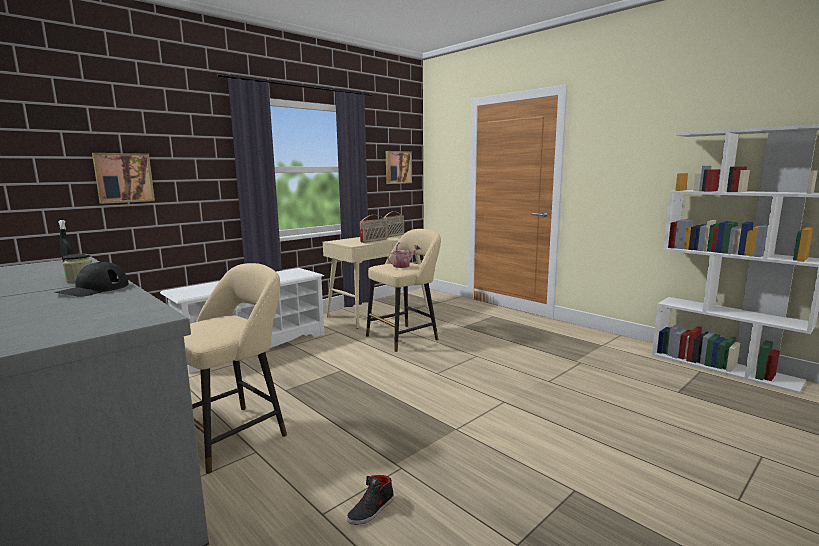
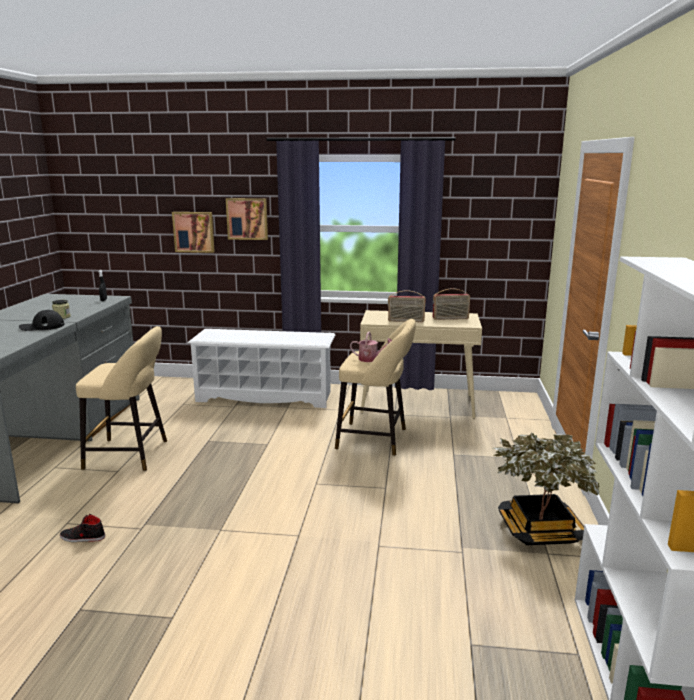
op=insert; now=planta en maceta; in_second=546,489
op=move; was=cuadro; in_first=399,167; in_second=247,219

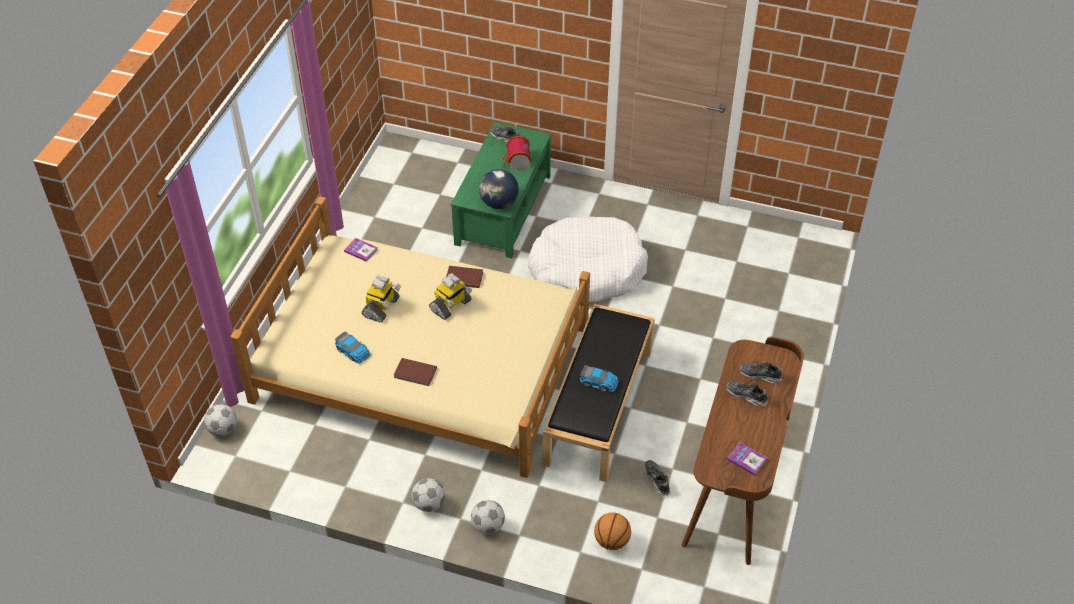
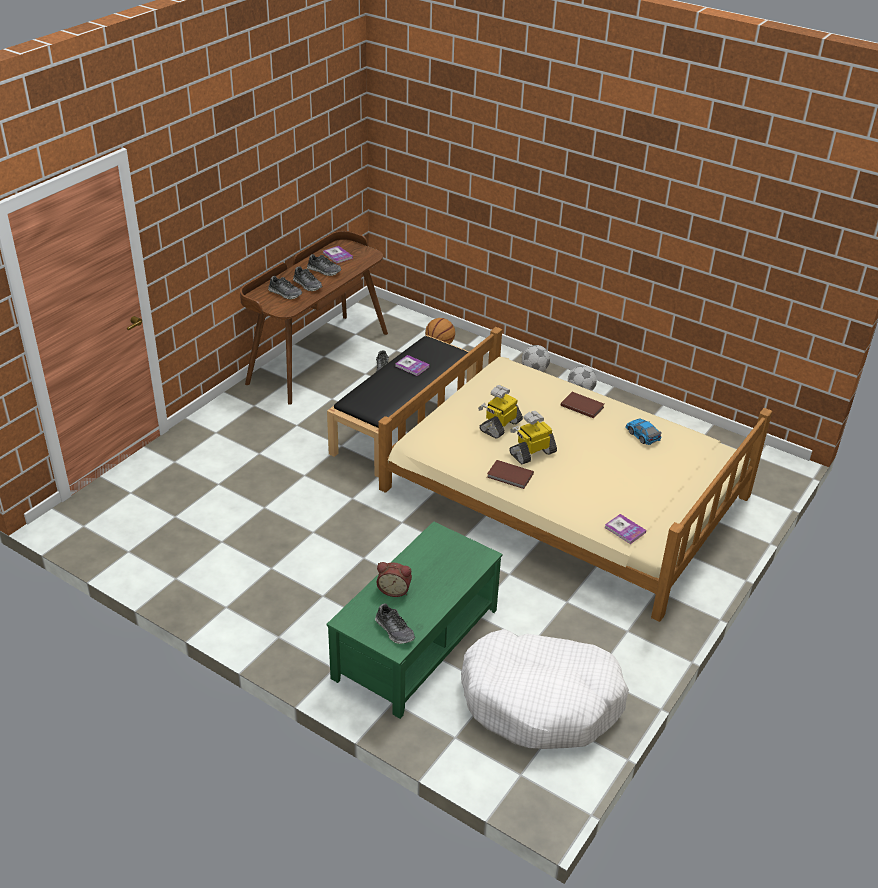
op=delete; was=balón de fútbol; in_first=220,420
op=delete; was=globo terráqueo; in_first=499,189
op=insert; now=zapato; in_second=324,265
op=move; was=robot de juguete; in_first=381,299; in_second=500,411
op=move; was=cama para perro [blanco]; in_first=588,259; in_second=545,689
op=replace; was=casita; now=despertador; in_first=517,153; in_second=394,579
op=replace; was=coche de juguete; now=libro; in_first=599,378; in_second=412,365

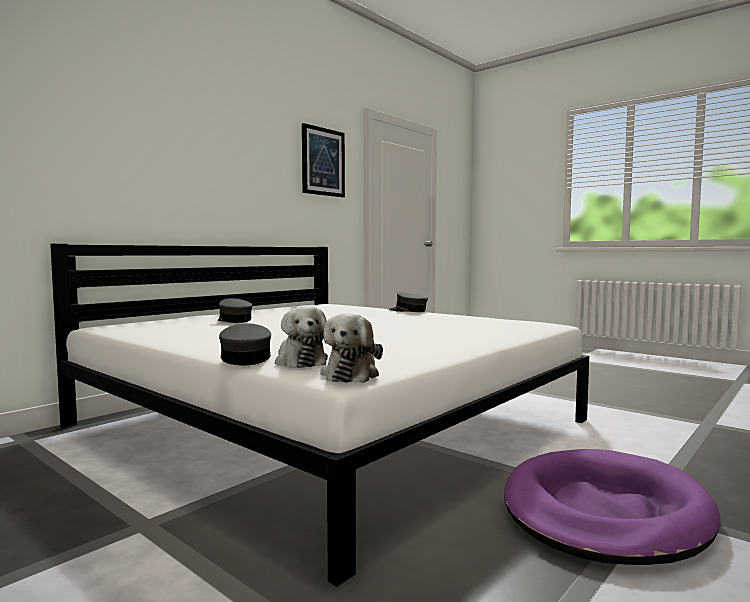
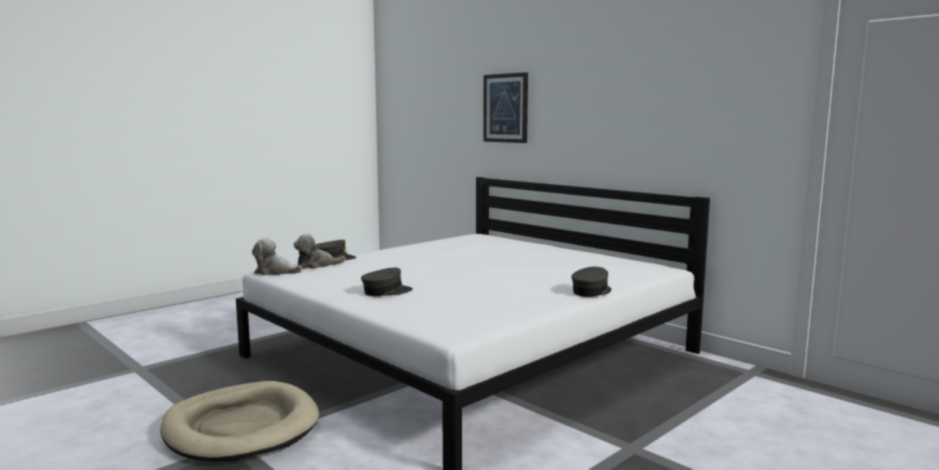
op=move; was=gorra [gris]; in_first=235,310; in_second=387,282
op=move; was=cuadro; in_first=323,160; in_second=505,107
op=recolor; was=cama para perro [morado]; now=cama para perro [beis]; in_first=612,507; in_second=239,421

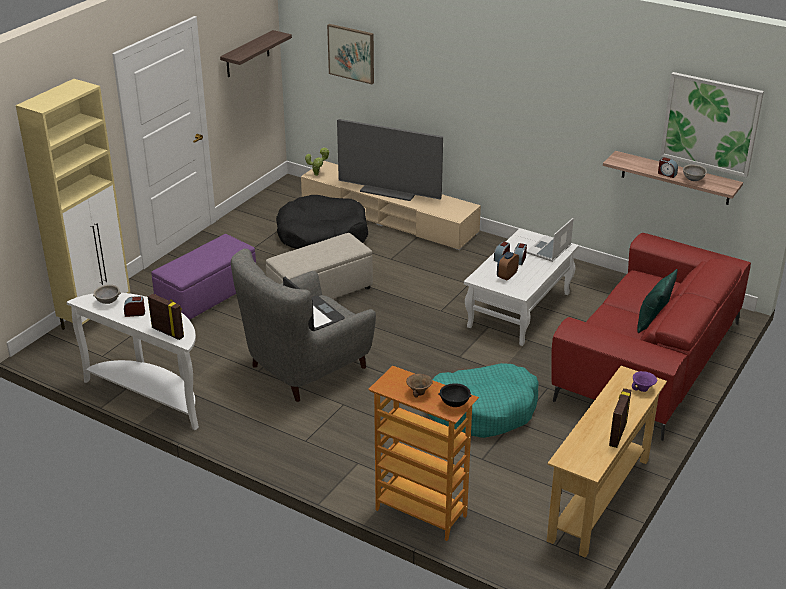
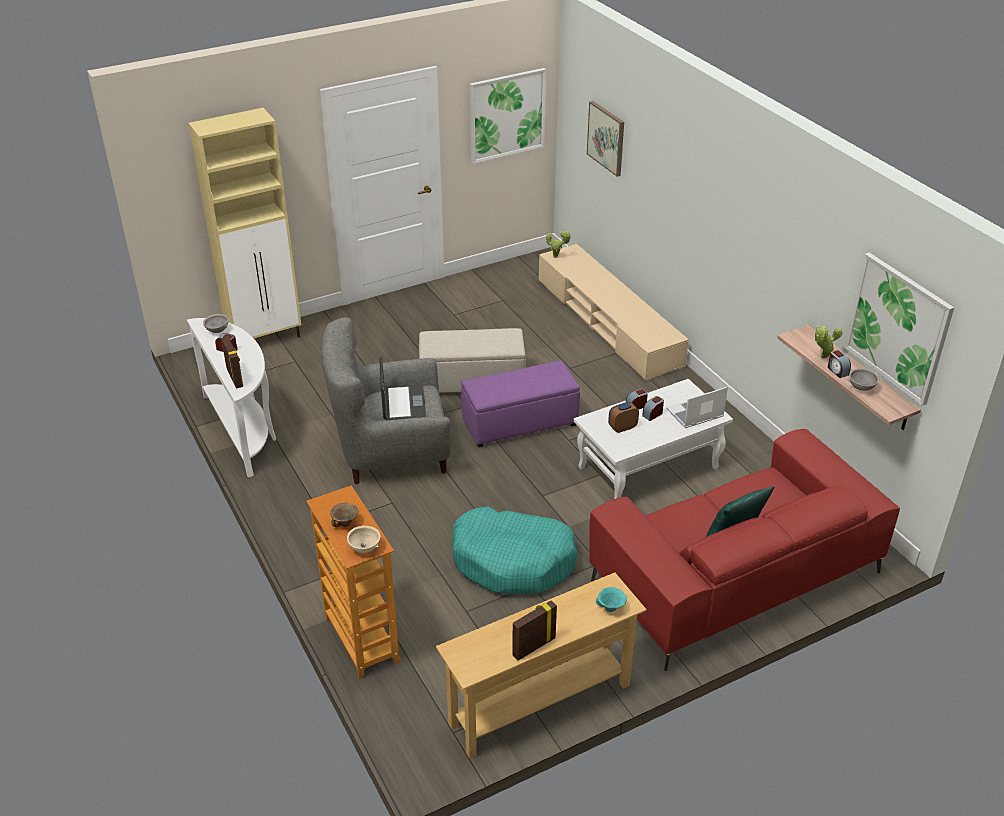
op=delete; was=cama para perro [negro]; in_first=322,222
op=delete; was=televisor; in_first=390,160
op=insert; now=planta en maceta; in_second=828,342
op=move; was=puf [morado]; in_first=203,277; in_second=520,403
op=replace; was=estante; now=cuadro; in_first=256,53; in_second=508,116
op=recolor; was=cuenco [negro]; now=cuenco [beis]; in_first=455,395; in_second=363,539
op=recolor; was=cuenco [morado]; now=cuenco [turquesa]; in_first=644,381; in_second=611,599

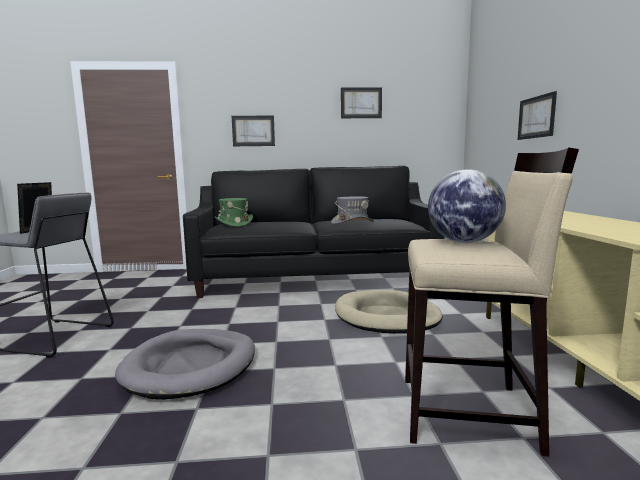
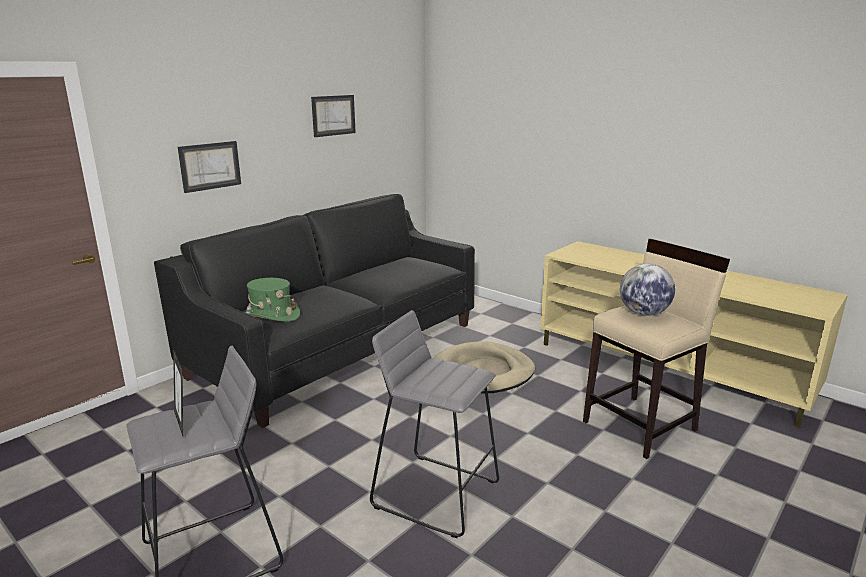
op=delete; was=sombrero [gris]; in_first=352,210
op=delete; was=cuadro; in_first=537,115
op=replace; was=cama para perro [gris]; now=taburete [gris]; in_first=185,364; in_second=434,424

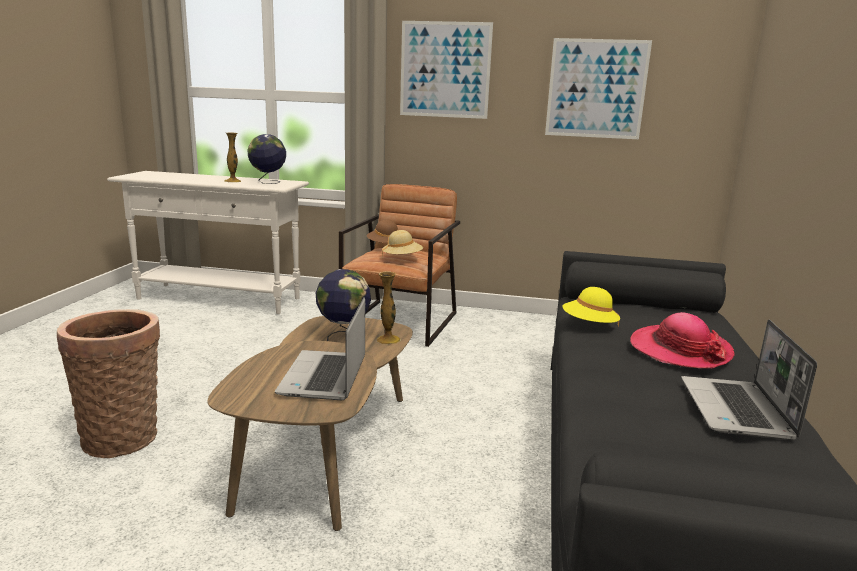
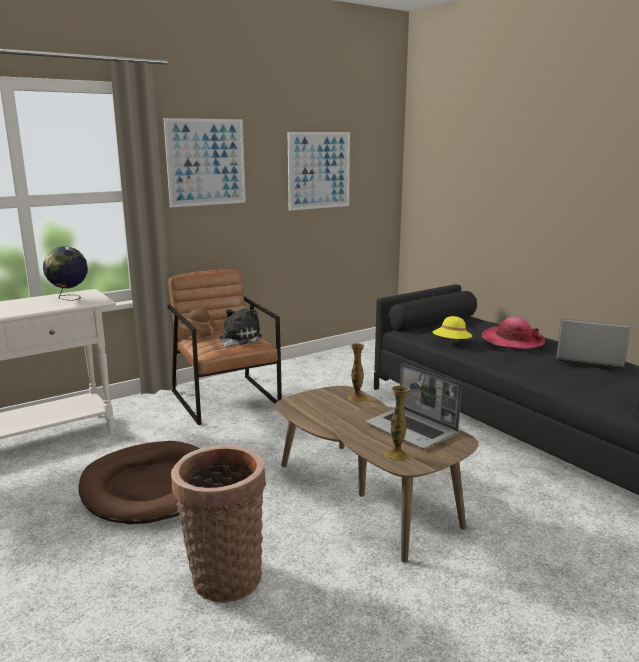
op=delete; was=globo terráqueo; in_first=343,305
op=insert; now=cama para perro [marrón]; in_second=139,482
op=move; was=florero; in_first=233,157; in_second=397,423
op=replace; was=sombrero [beis]; now=peluche; in_first=402,243; in_second=240,327
op=rotate; was=portátil; in_first=749,380; in_second=593,343; clockwise=150

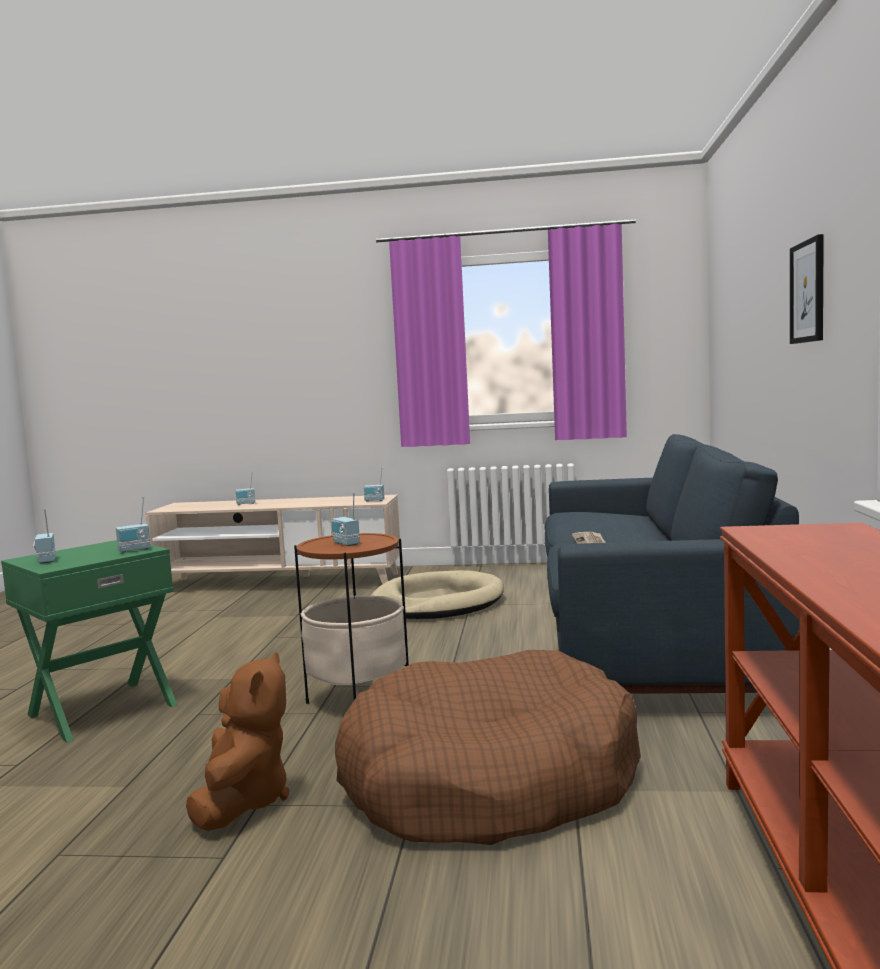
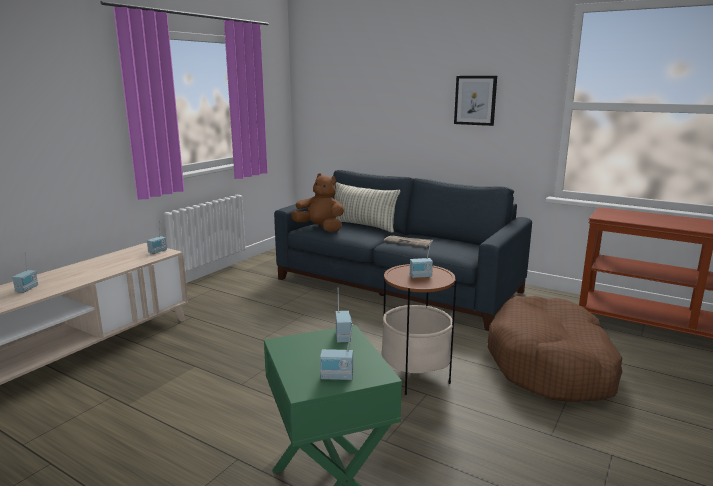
op=delete; was=cama para perro [beis]; in_first=438,594
op=insert; now=cojín; in_second=367,207
op=move; was=peluche [marrón]; in_first=237,741; in_second=317,202

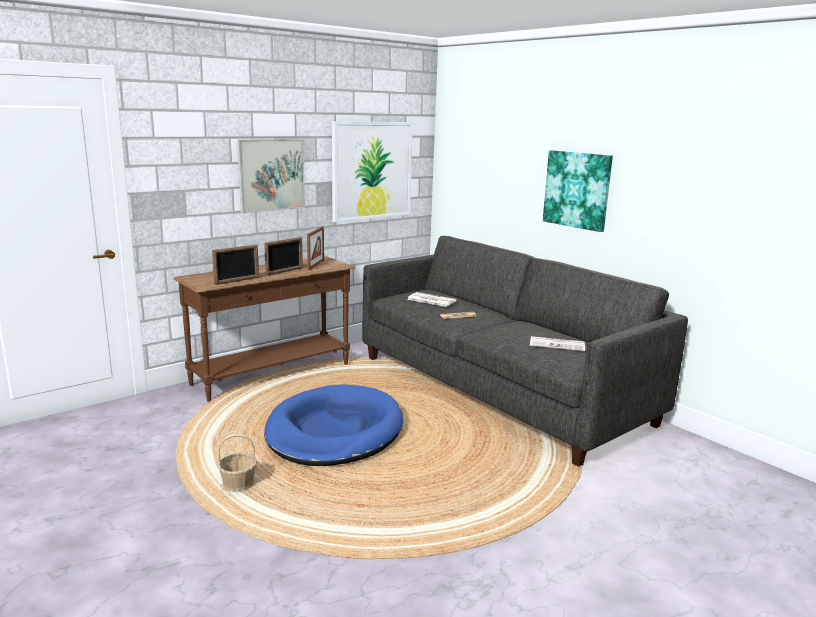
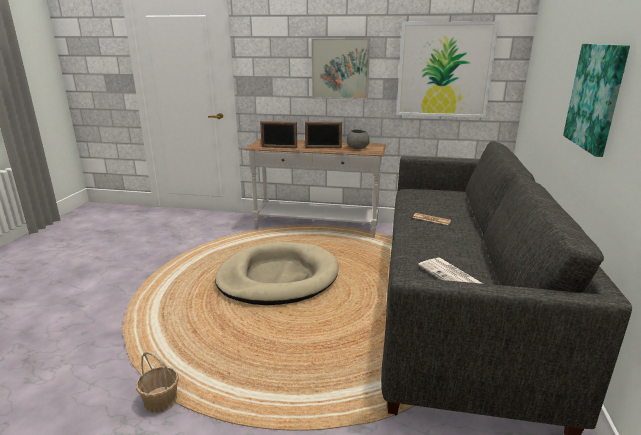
op=delete; was=periódico; in_first=431,299
op=move; was=cesta; in_first=237,463; in_second=157,382
op=replace; was=portarretratos; now=cuenco [gris]; in_first=315,248; in_second=358,139
op=recolor; was=mesa consola [marrón]; now=mesa consola [blanco]; in_first=265,329; in_second=315,188
op=recolor; was=cama para perro [azul]; now=cama para perro [beis]; in_first=333,425; in_second=277,273

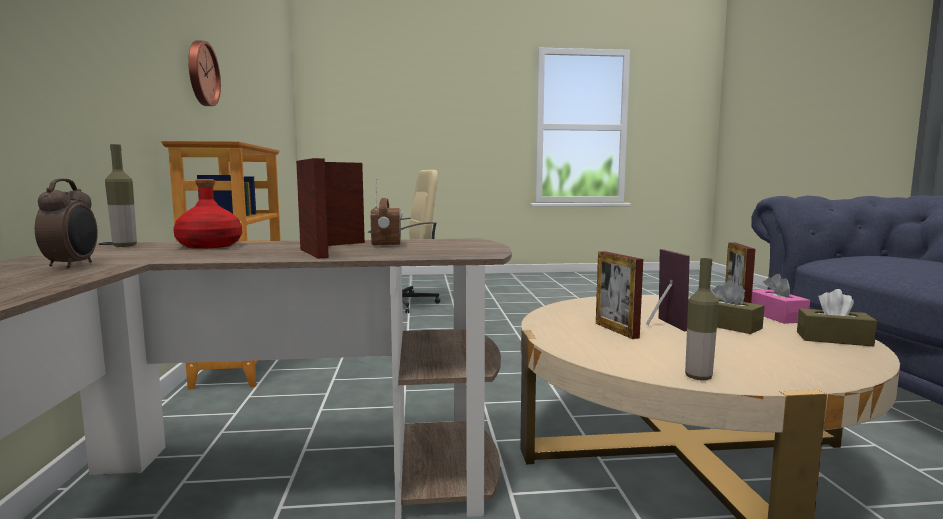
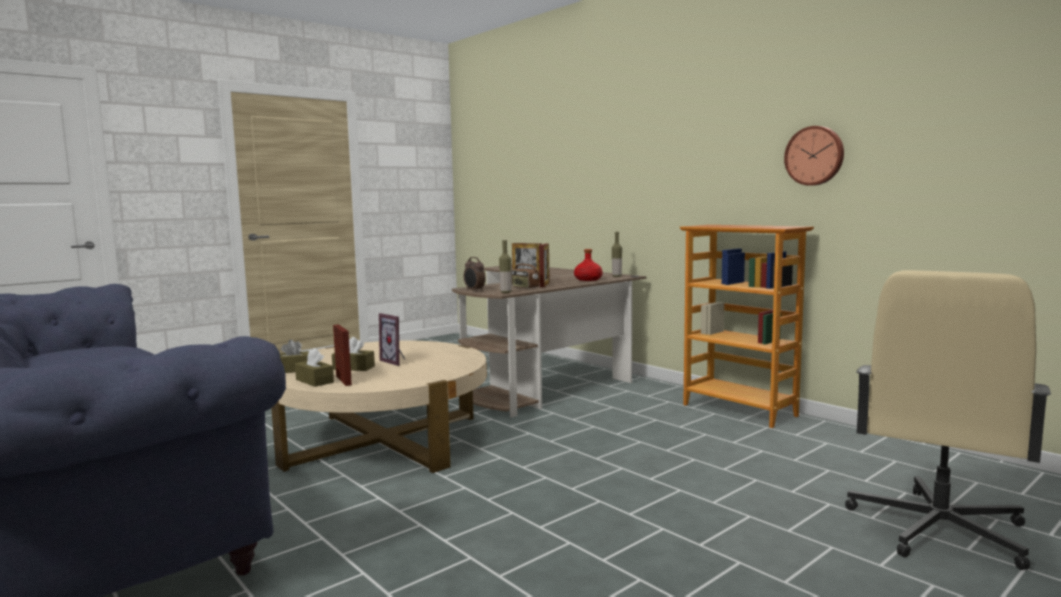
op=delete; was=portarretratos; in_first=619,295
op=move; was=despertador; in_first=66,223; in_second=475,274
op=move; was=botella; in_first=702,319; in_second=505,266
op=recolor; was=caja de pañuelos [rosa]; now=caja de pañuelos [marrón]; in_first=780,299; in_second=314,367

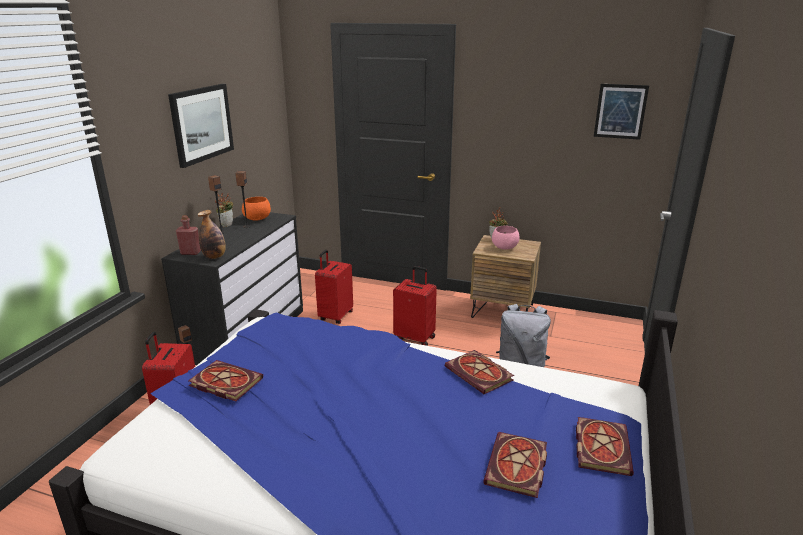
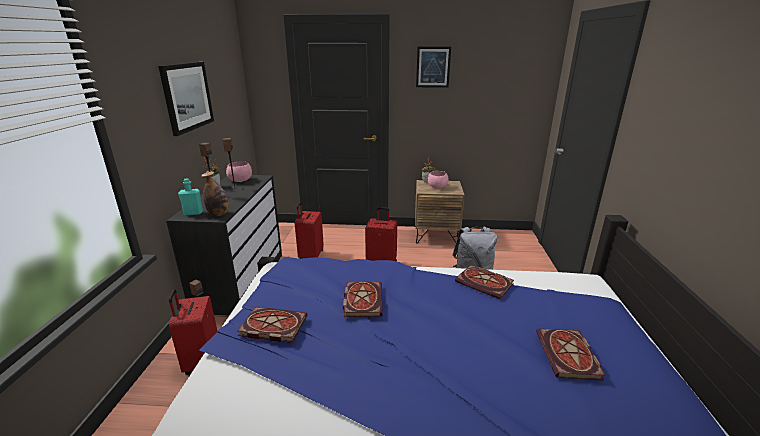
op=move; was=libro; in_first=605,446; in_second=363,299
op=move; was=cuadro; in_first=621,112; in_second=433,67
op=recolor; was=botella [rojo]; now=botella [turquesa]; in_first=188,235; in_second=190,197
op=recolor; was=cuenco [naranja]; now=cuenco [rosa]; in_first=256,209; in_second=239,171

